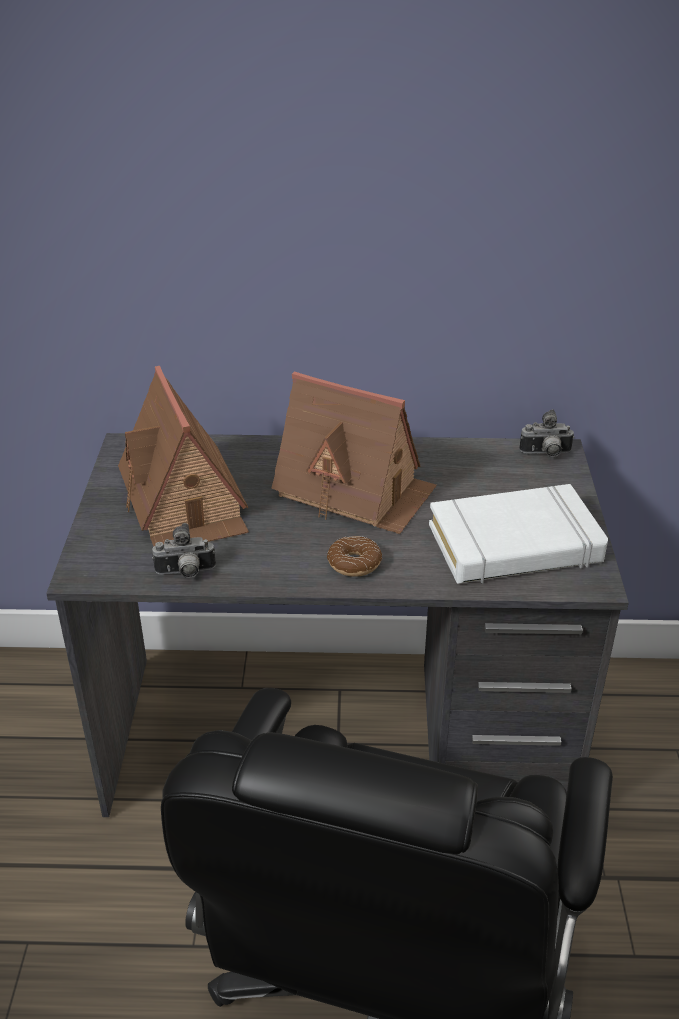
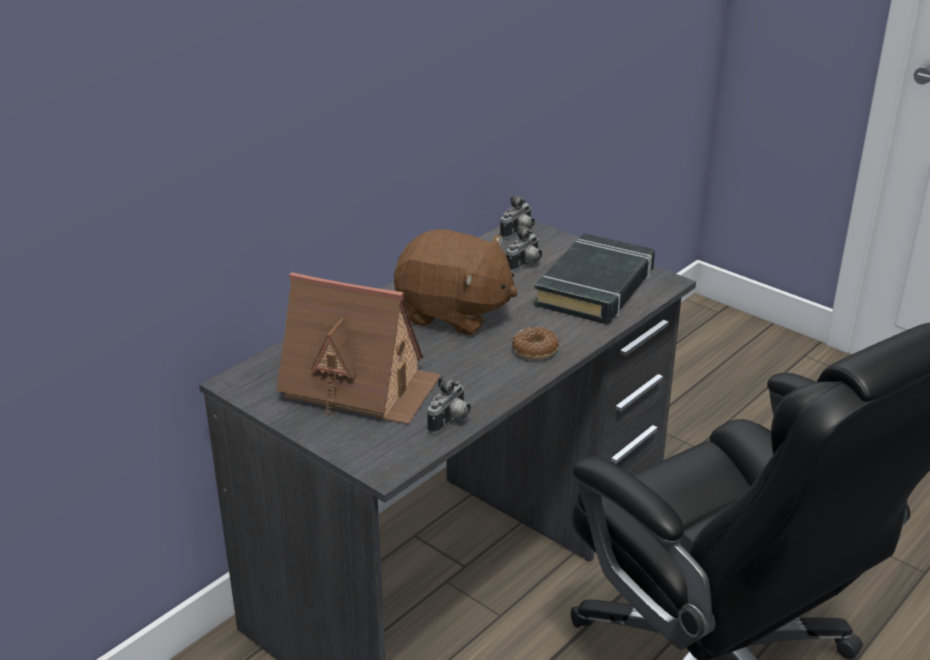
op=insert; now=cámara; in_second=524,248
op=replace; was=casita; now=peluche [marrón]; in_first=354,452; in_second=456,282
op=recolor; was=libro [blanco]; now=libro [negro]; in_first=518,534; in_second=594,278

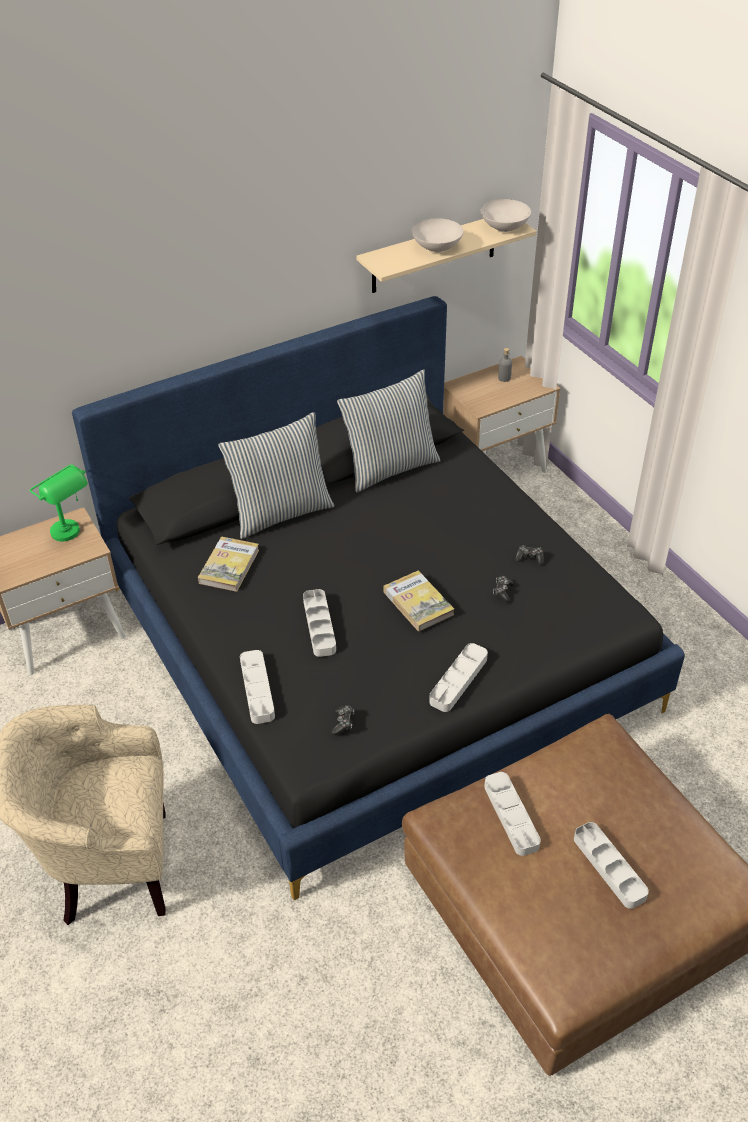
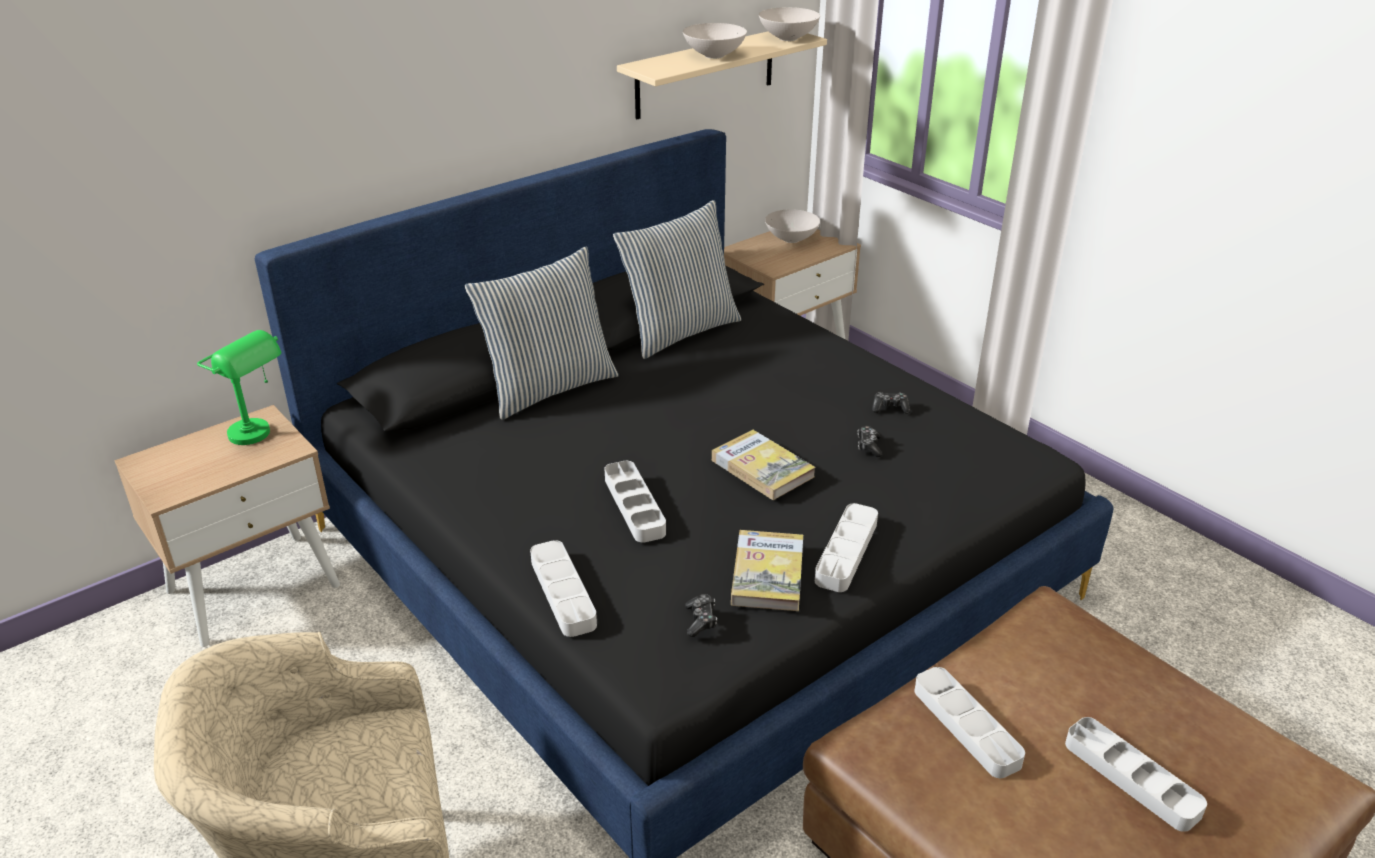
op=move; was=libro; in_first=228,564; in_second=767,570
op=replace; was=botella [gris]; now=cuenco [blanco]; in_first=505,365; in_second=792,226

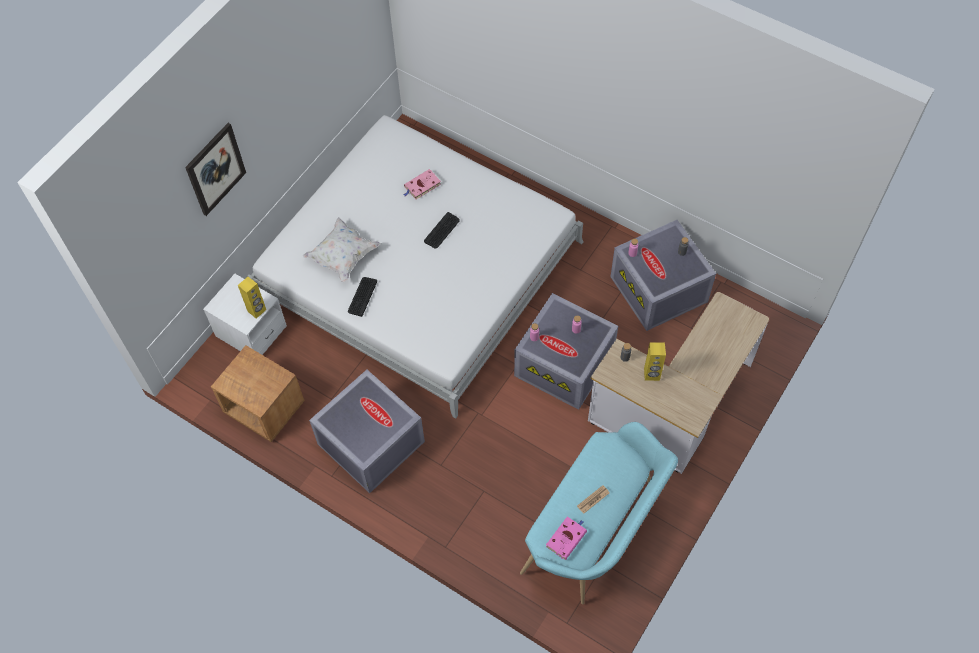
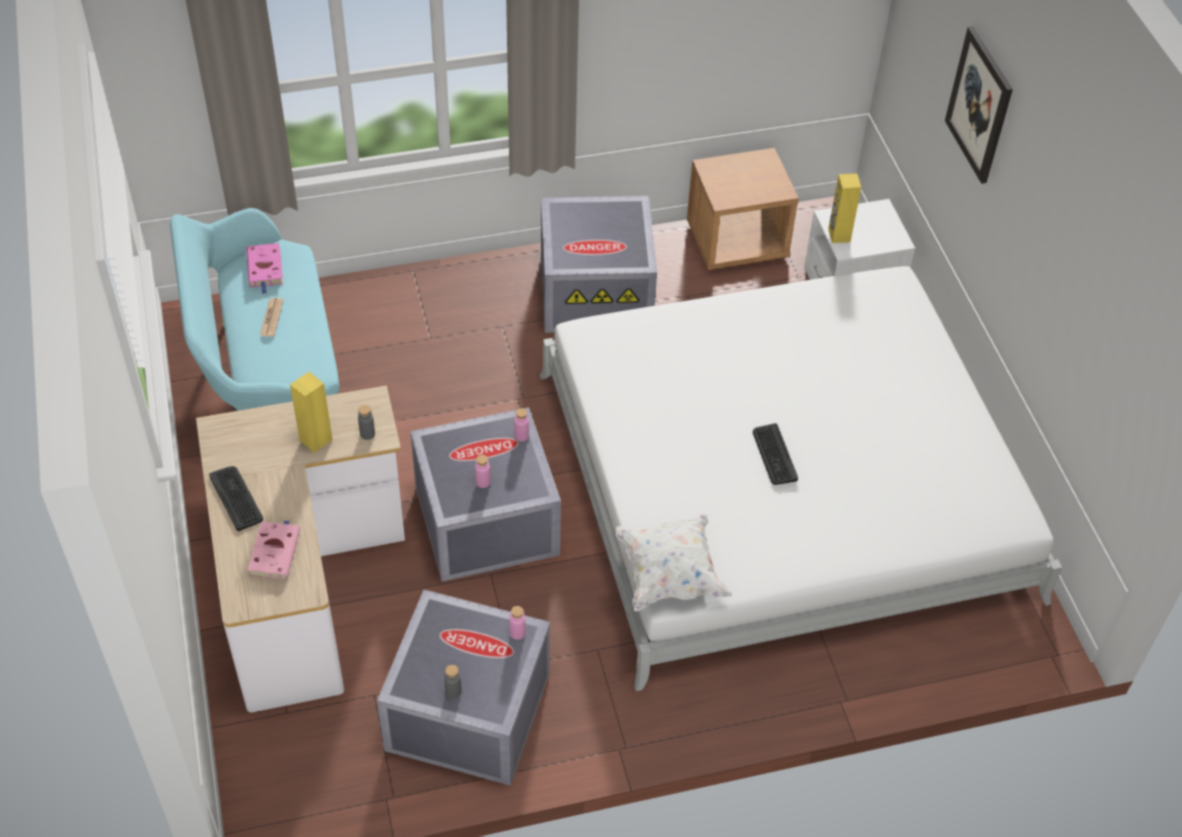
op=move; was=cojín [blanco]; in_first=342,249; in_second=673,562
op=move; was=teclado; in_first=362,297; in_second=236,498
op=move; was=libro [rosa]; in_first=422,184; in_second=273,550

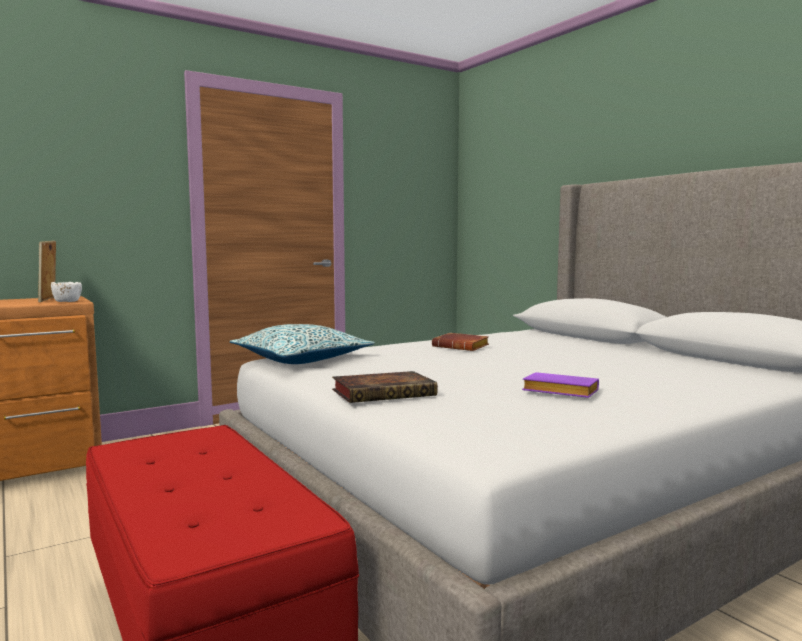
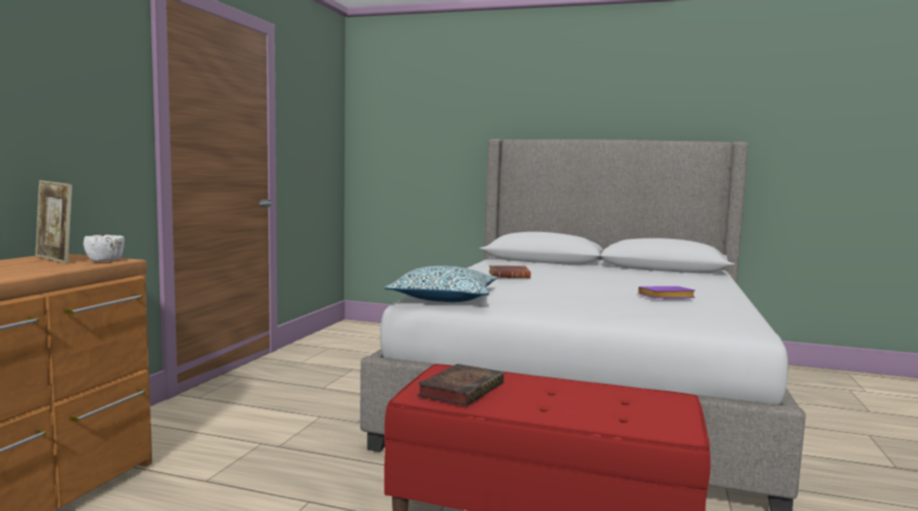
op=move; was=libro; in_first=385,387; in_second=460,385

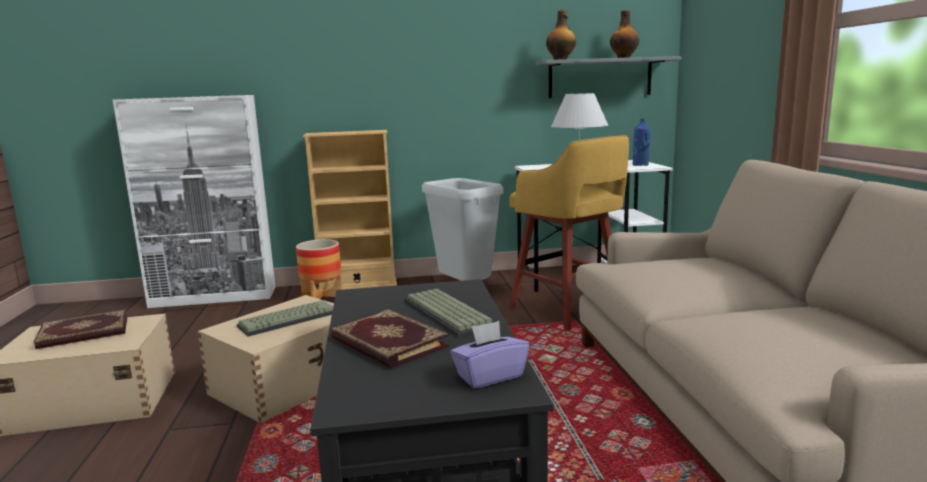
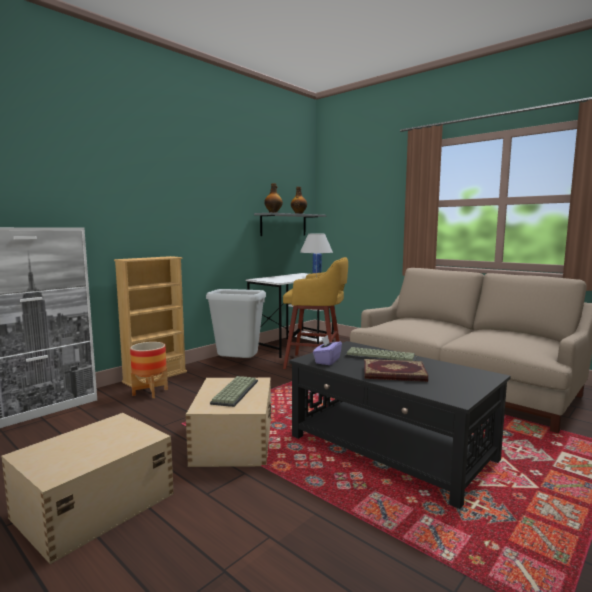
op=delete; was=libro; in_first=80,329
op=move; was=caja de pañuelos [morado]; in_first=489,355; in_second=327,350

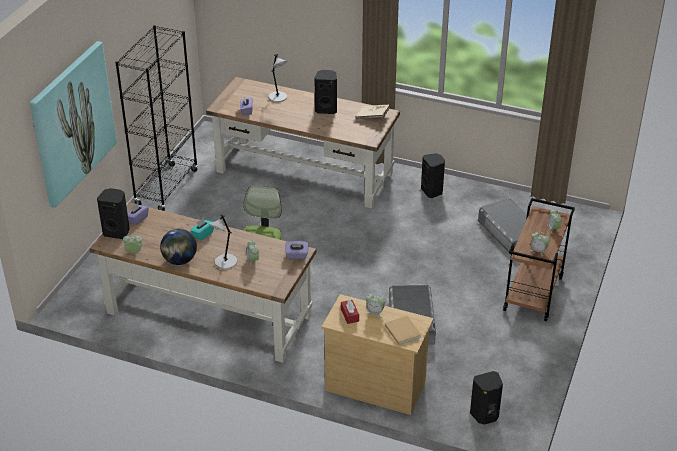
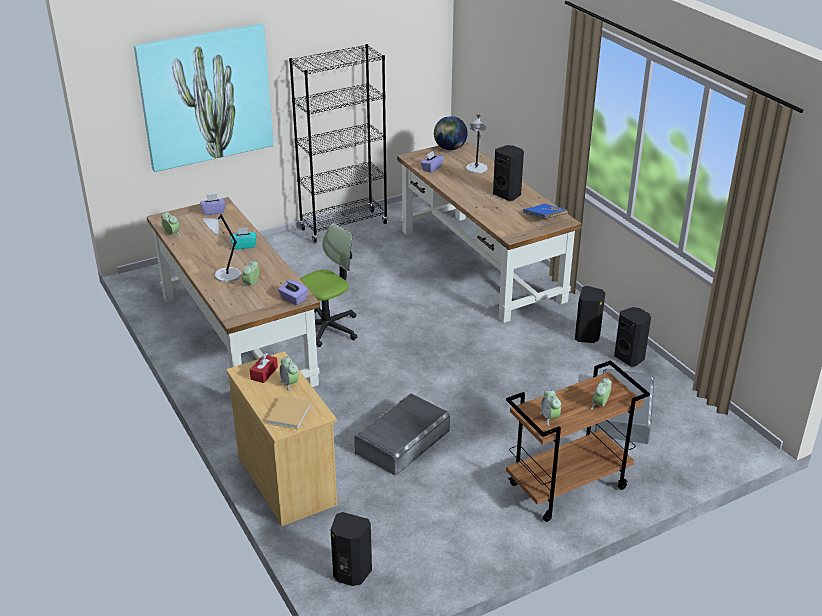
op=move; was=altavoz [negro]; in_first=113,213; in_second=632,337
op=move; was=globo terráqueo; in_first=178,247; in_second=451,133
op=recolor; was=libro [beis]; now=libro [azul]; in_first=372,112; in_second=545,211

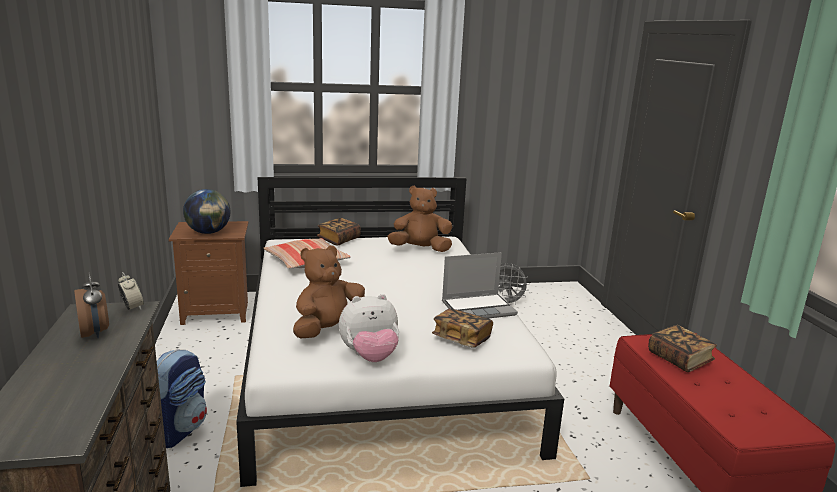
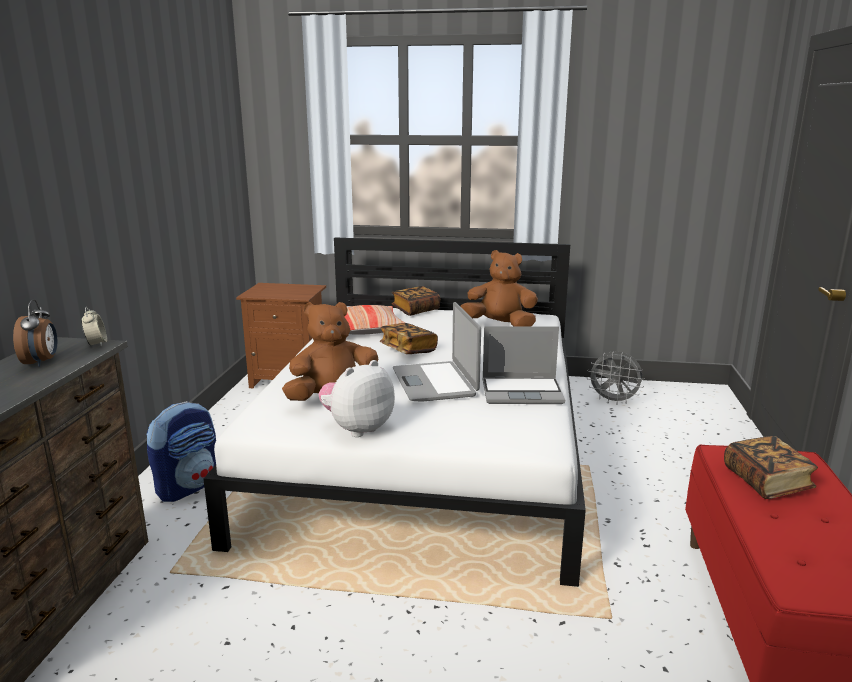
op=delete; was=globo terráqueo; in_first=206,211
op=insert; now=portátil; in_second=437,352
op=move; was=libro; in_first=462,328; in_second=409,338
op=rotate; was=peluche; in_first=369,328; in_second=356,398; clockwise=135

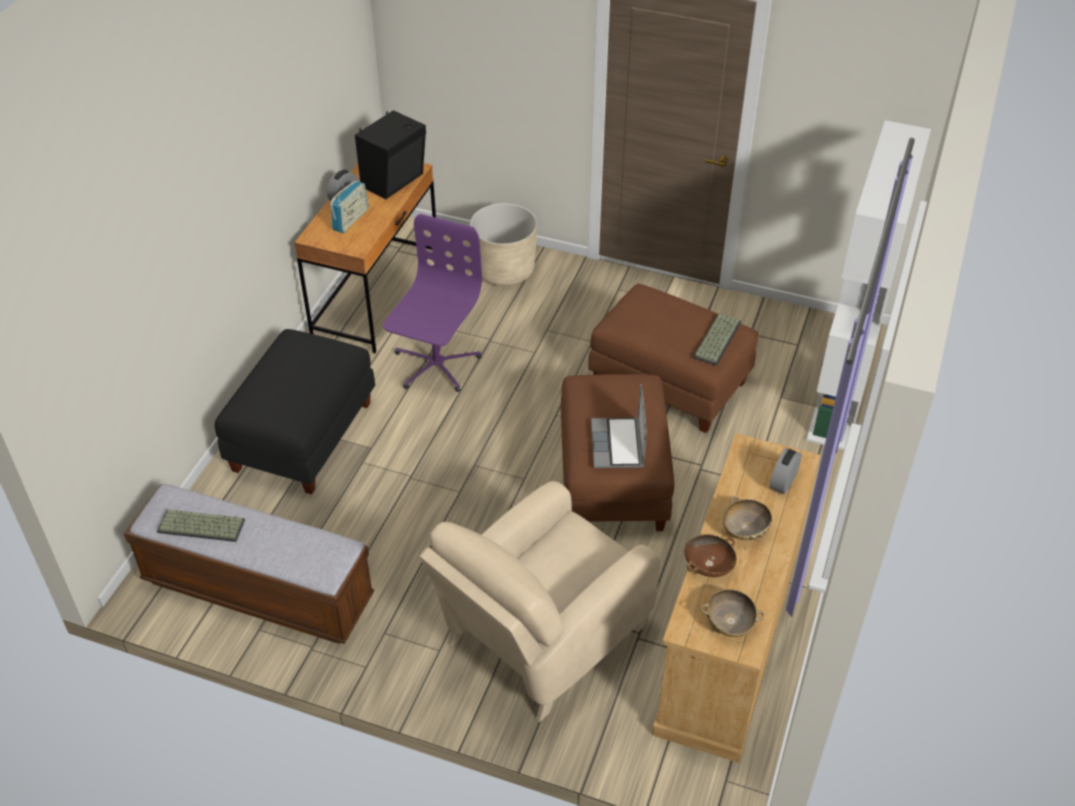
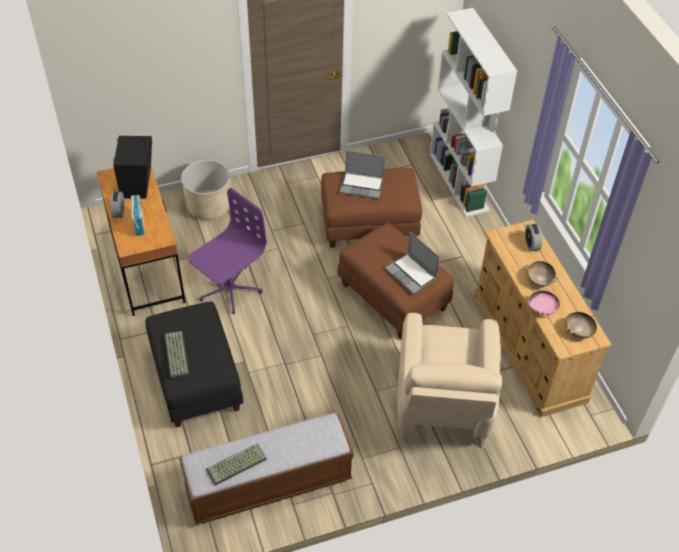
op=insert; now=portátil; in_second=362,174
op=move; was=teclado; in_first=717,339; in_second=177,354
op=recolor; was=cuenco [marrón]; now=cuenco [rosa]; in_first=711,555; in_second=544,302
op=rotate; was=silla de oficina [morado]; in_first=432,303; in_second=227,251; clockwise=60

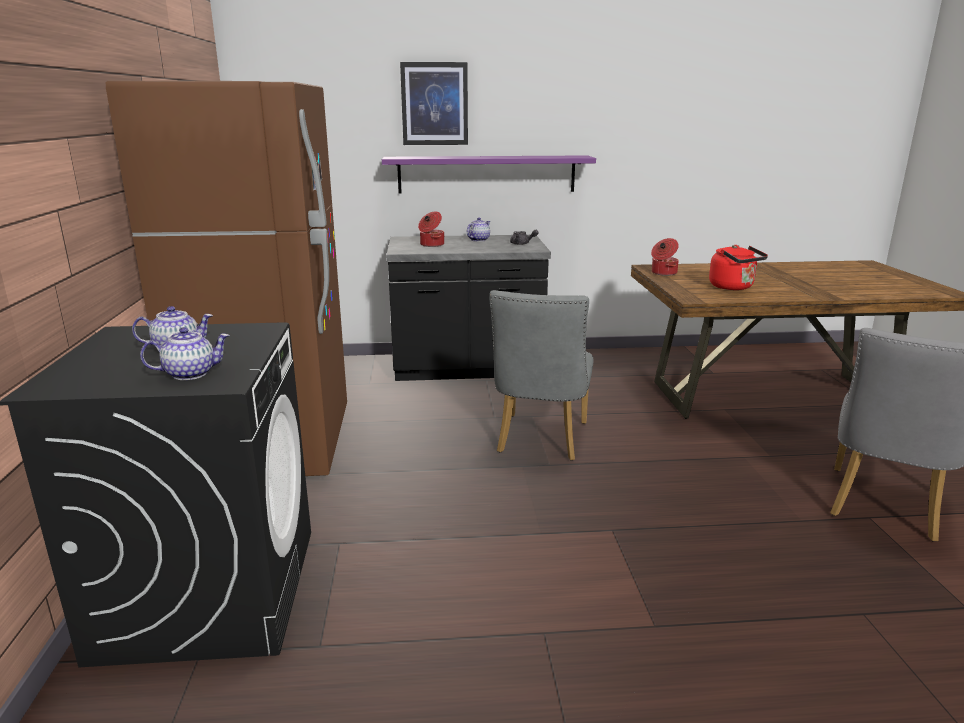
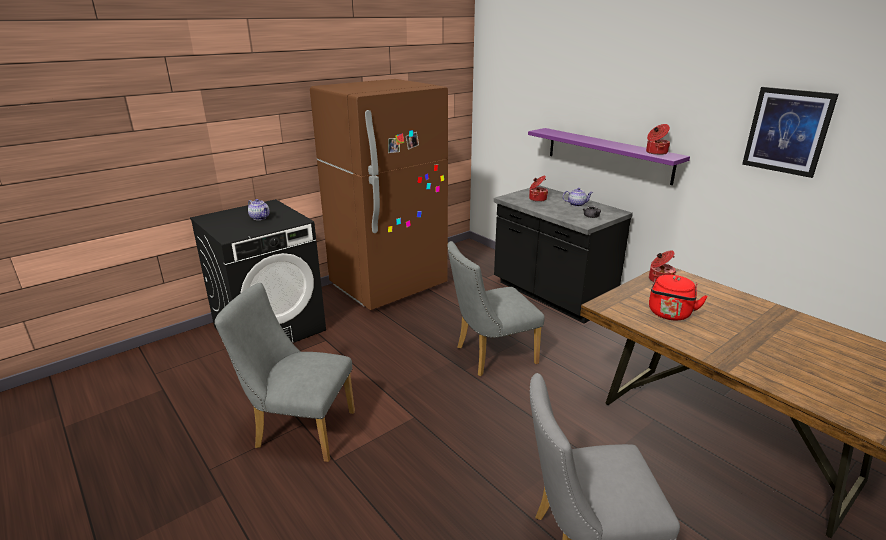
op=delete; was=tetera; in_first=184,353
op=insert; now=silla [gris]; in_second=285,372
op=insert; now=olla; in_second=658,139
op=move; was=cuadro; in_first=434,103; in_second=790,132

